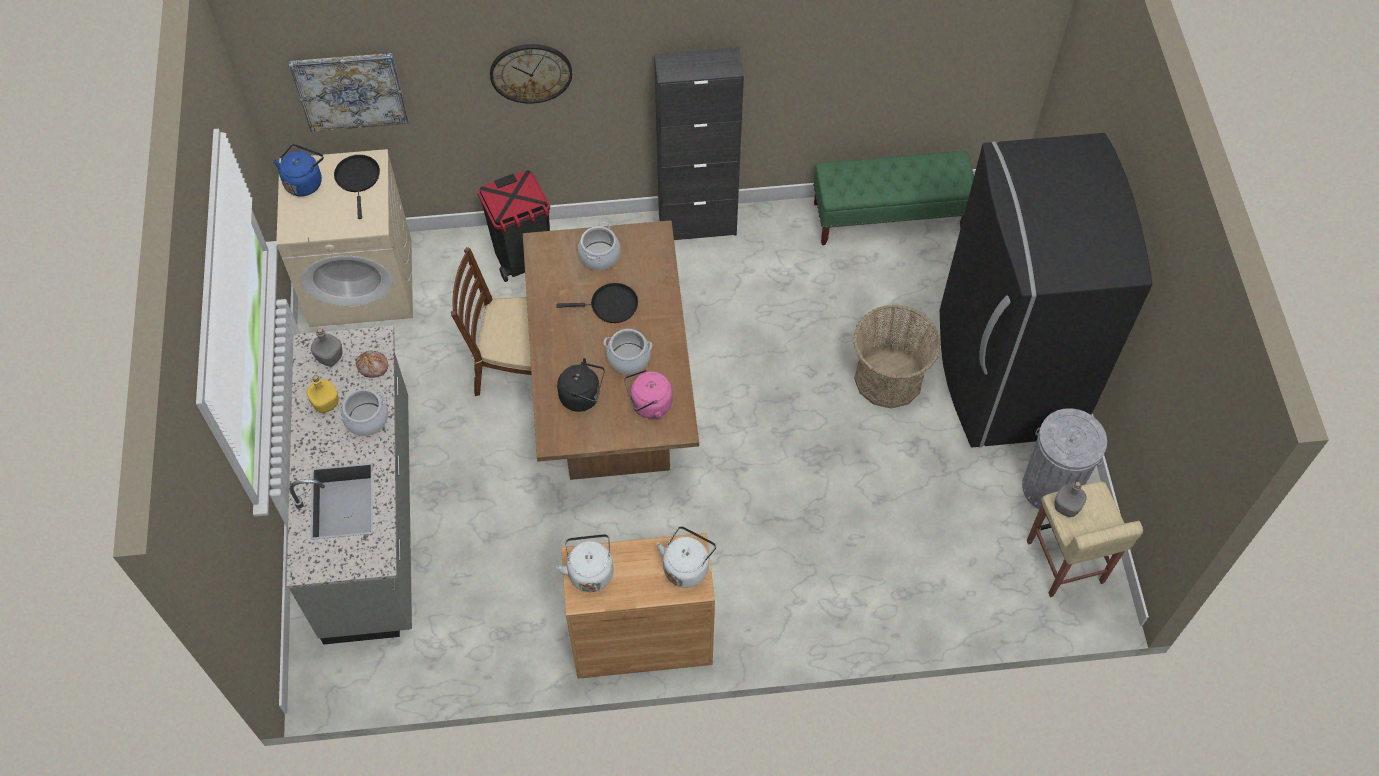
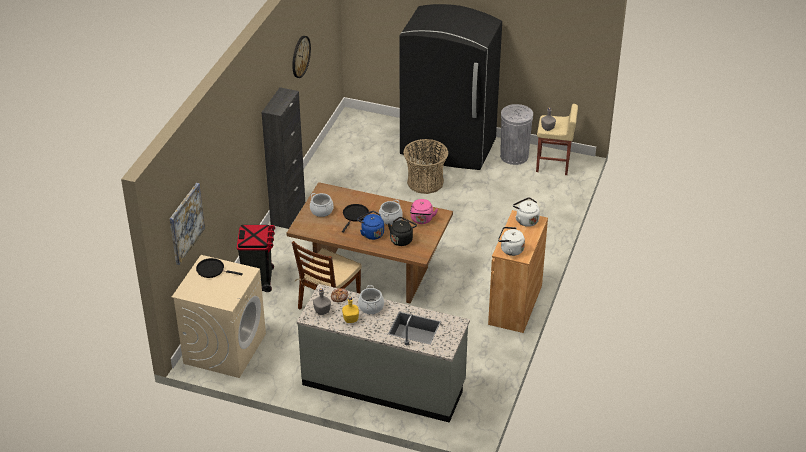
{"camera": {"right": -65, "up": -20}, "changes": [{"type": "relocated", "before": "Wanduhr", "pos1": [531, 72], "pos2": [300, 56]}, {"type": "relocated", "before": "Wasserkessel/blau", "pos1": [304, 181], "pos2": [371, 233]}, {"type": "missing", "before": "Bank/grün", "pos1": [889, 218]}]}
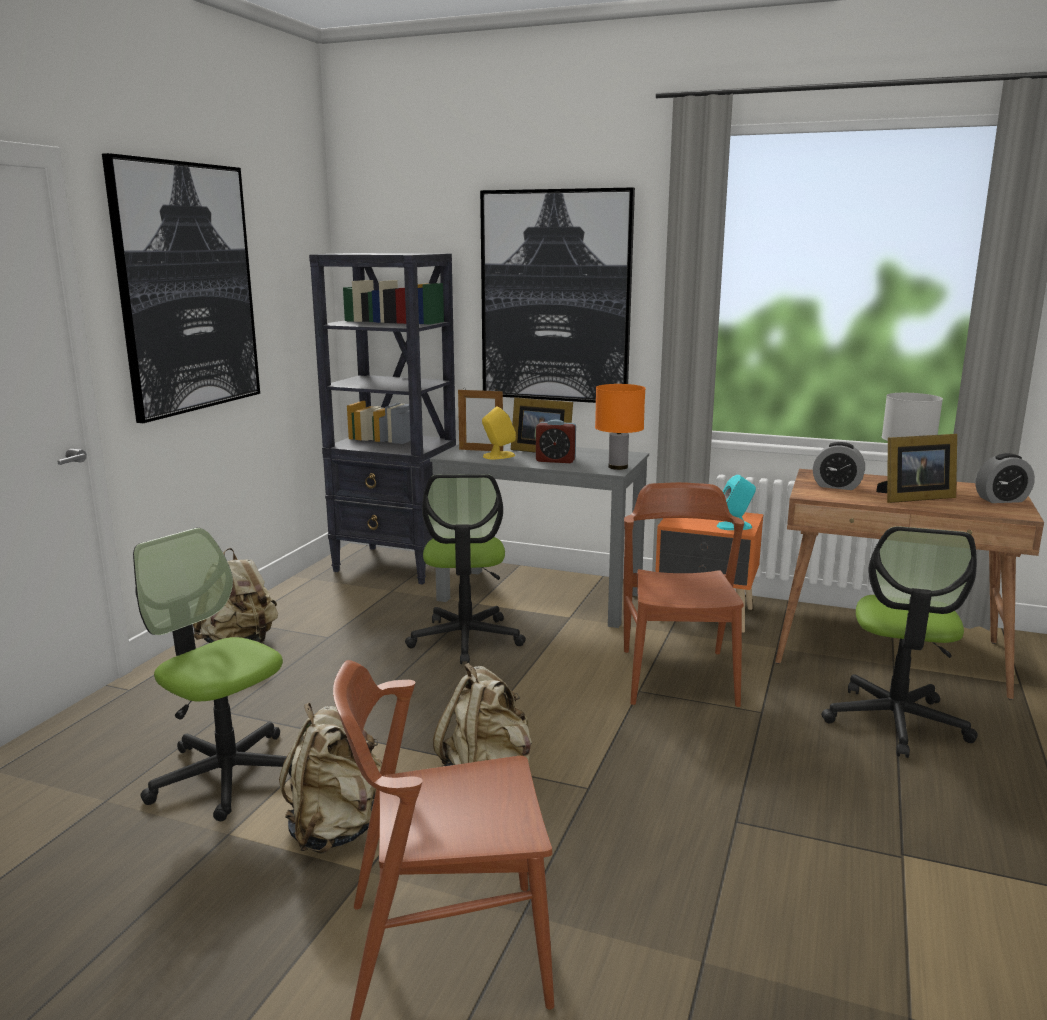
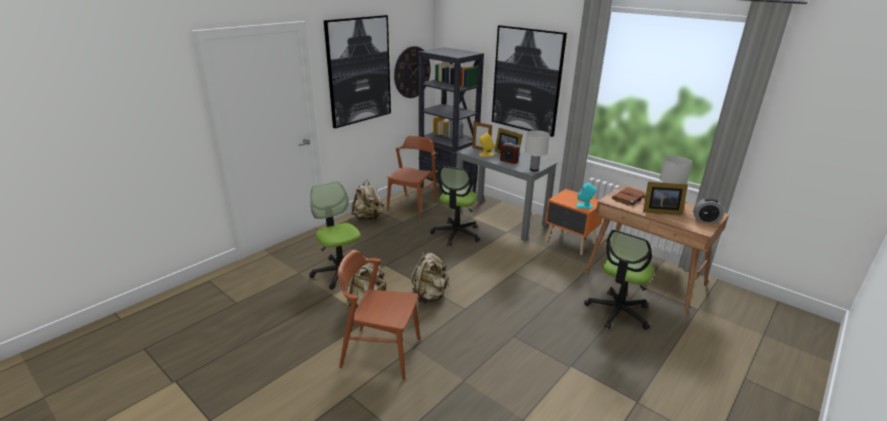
{"camera": {"right": 20, "up": 10}, "changes": [{"type": "relocated", "before": "Stuhl/braun", "pos1": [678, 676], "pos2": [412, 206]}, {"type": "appeared", "after": "Wanduhr", "pos2": [412, 72]}, {"type": "colour", "before": "Tischlampe/orange", "after": "Tischlampe/weiß", "pos1": [617, 467], "pos2": [534, 169]}, {"type": "exchanged", "before": "Wecker", "after": "Buch/braun", "pos1": [837, 486], "pos2": [628, 198]}]}
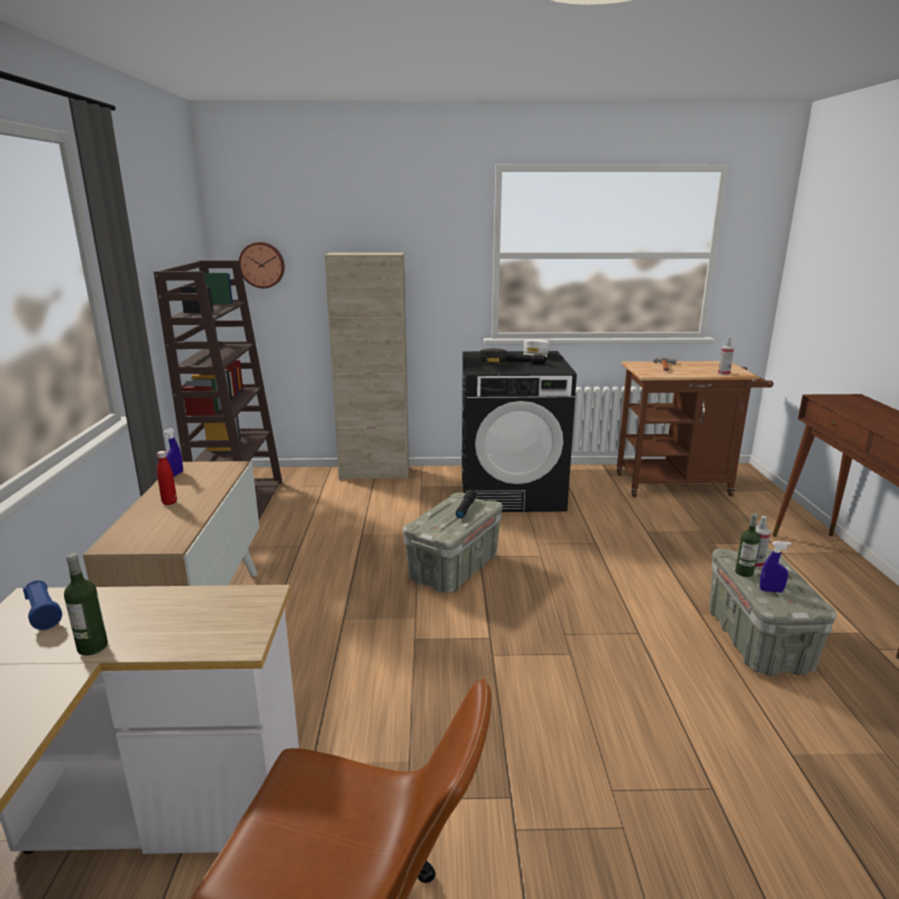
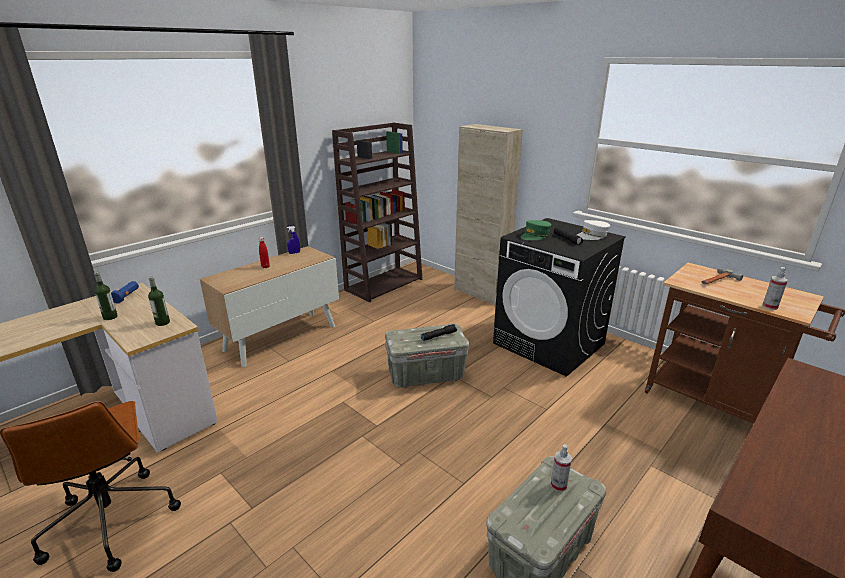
{"camera": {"right": 45, "up": 5}, "changes": [{"type": "relocated", "before": "Flasche", "pos1": [744, 572], "pos2": [162, 322]}, {"type": "colour", "before": "Kappe/grau", "after": "Kappe/grün", "pos1": [493, 366], "pos2": [535, 235]}, {"type": "missing", "before": "Wanduhr", "pos1": [262, 265]}, {"type": "missing", "before": "Sprühflasche/blau", "pos1": [771, 590]}]}
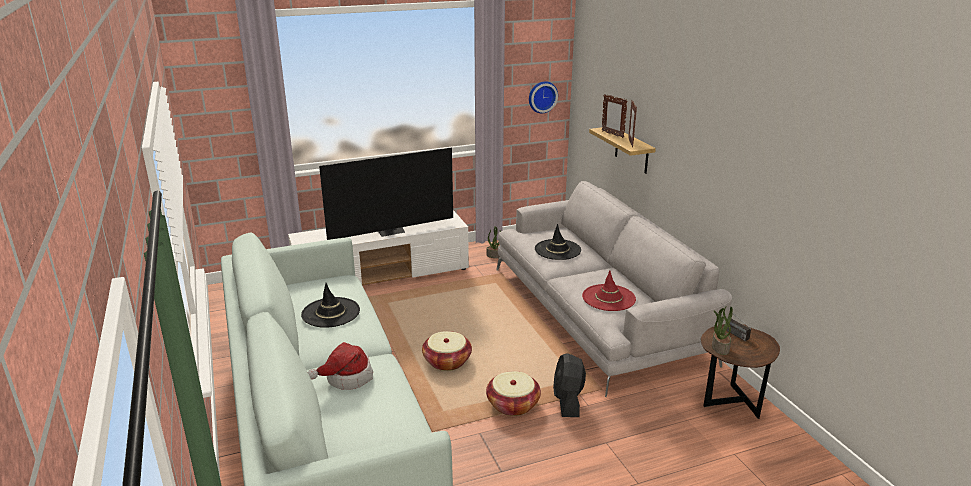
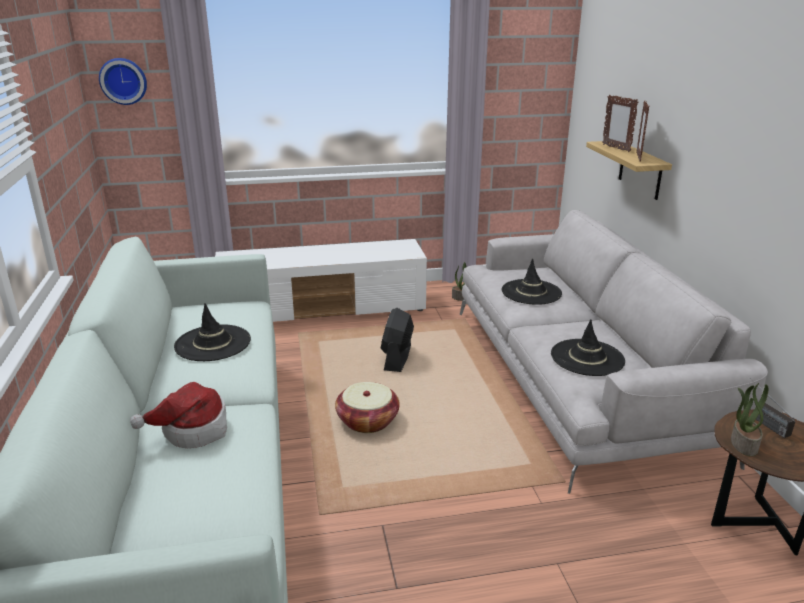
{"camera": {"right": 10, "up": 0}, "changes": [{"type": "relocated", "before": "Wanduhr", "pos1": [542, 96], "pos2": [123, 81]}, {"type": "relocated", "before": "Ventilator/schwarz", "pos1": [568, 401], "pos2": [397, 358]}, {"type": "colour", "before": "Hut/rot", "after": "Hut/schwarz", "pos1": [608, 298], "pos2": [587, 358]}, {"type": "missing", "before": "Fernseher", "pos1": [391, 231]}, {"type": "missing", "before": "Korb", "pos1": [513, 405]}]}
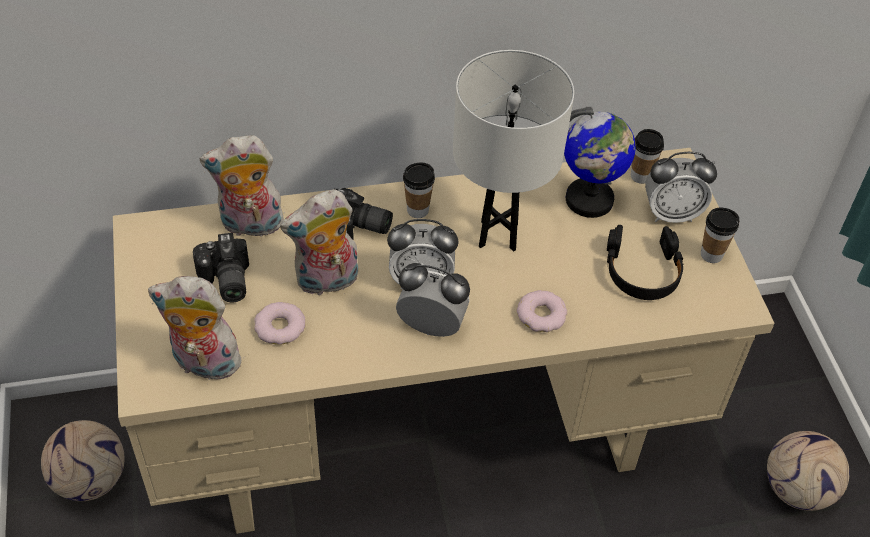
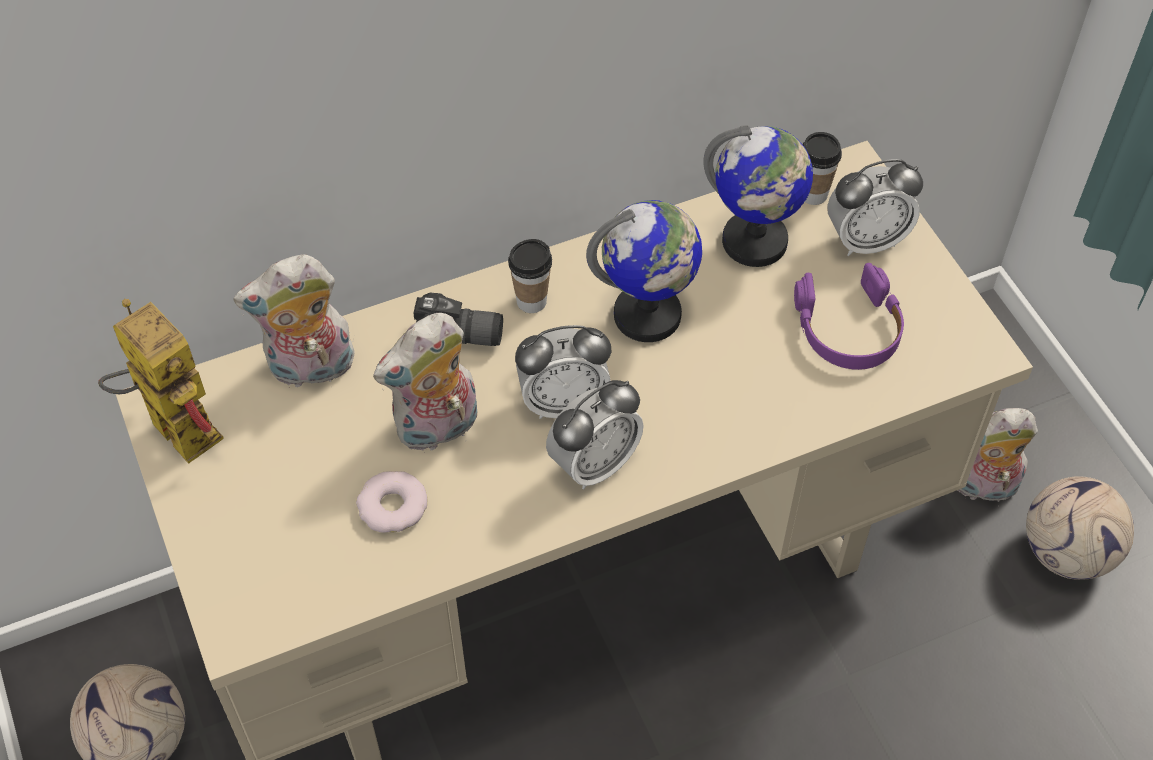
{"camera": {"right": -10, "up": 5}, "changes": [{"type": "appeared", "after": "Spielzeugroboter", "pos2": [172, 426]}, {"type": "spun", "before": "Wecker", "pos1": [431, 327], "pos2": [594, 464], "turn": 135}, {"type": "exchanged", "before": "Tischlampe/weiß", "after": "Globus", "pos1": [498, 235], "pos2": [648, 316]}, {"type": "colour", "before": "Kopfhörer/schwarz", "after": "Kopfhörer/lila", "pos1": [642, 271], "pos2": [849, 329]}, {"type": "relocated", "before": "Plüschtier", "pos1": [203, 364], "pos2": [983, 487]}, {"type": "missing", "before": "Kamera", "pos1": [224, 281]}, {"type": "missing", "before": "Donut", "pos1": [541, 315]}, {"type": "missing", "before": "Tasse", "pos1": [711, 254]}]}
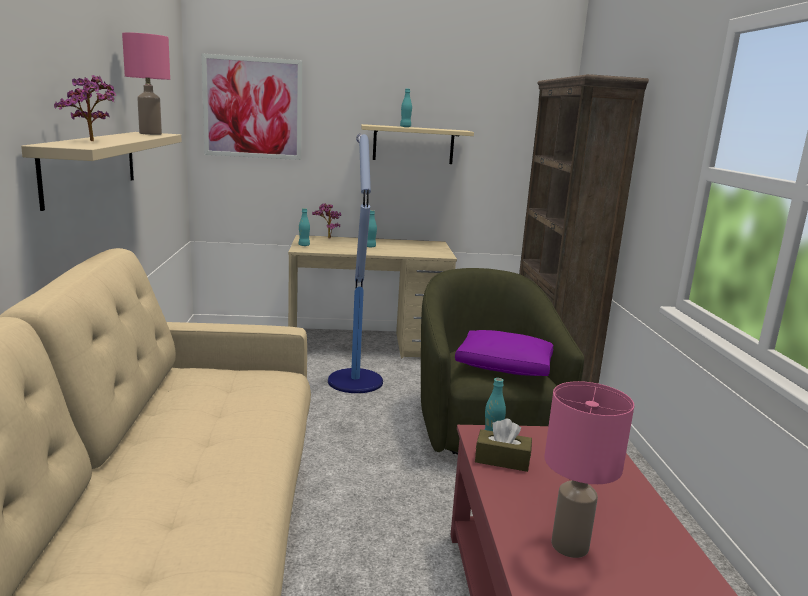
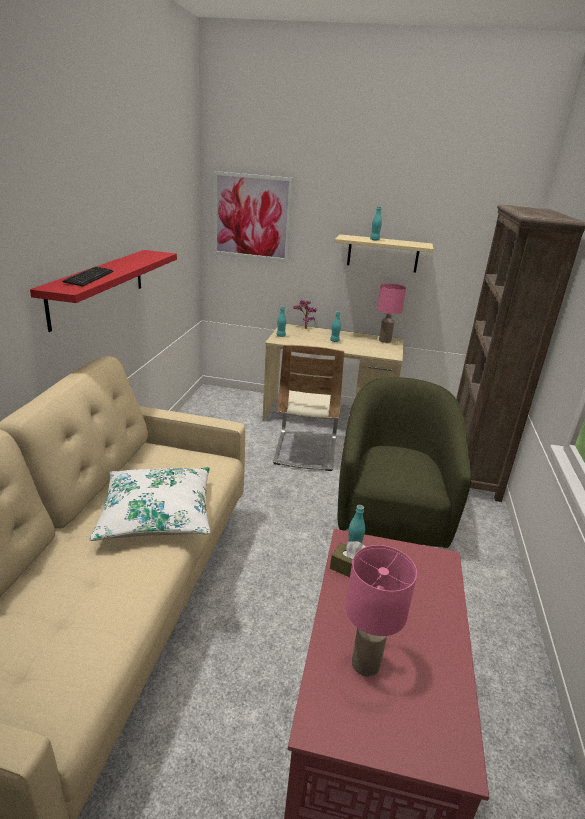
{"camera": {"right": 15, "up": 10}, "changes": [{"type": "colour", "before": "Wandregal/beige", "after": "Wandregal/rot", "pos1": [91, 165], "pos2": [98, 286]}, {"type": "exchanged", "before": "Topfpflanze", "after": "Tastatur", "pos1": [93, 142], "pos2": [89, 278]}, {"type": "appeared", "after": "Kissen/weiß", "pos2": [156, 514]}, {"type": "exchanged", "before": "Stehlampe", "after": "Stuhl/beige", "pos1": [354, 380], "pos2": [305, 450]}, {"type": "relocated", "before": "Tischlampe/rosa", "pos1": [150, 134], "pos2": [385, 341]}, {"type": "missing", "before": "Kissen/lila", "pos1": [505, 366]}]}
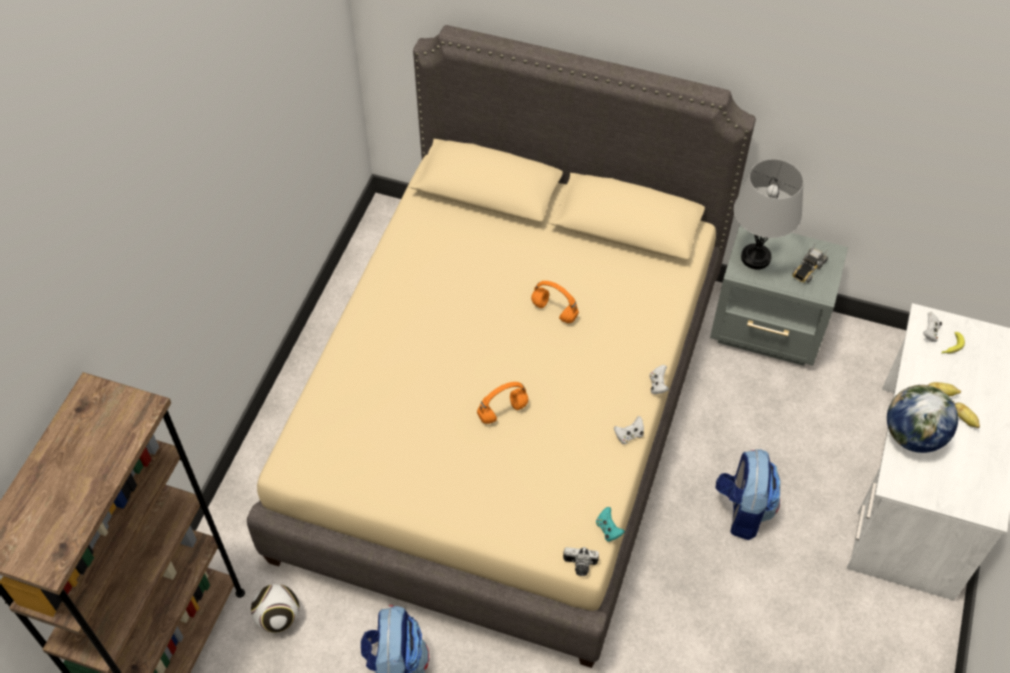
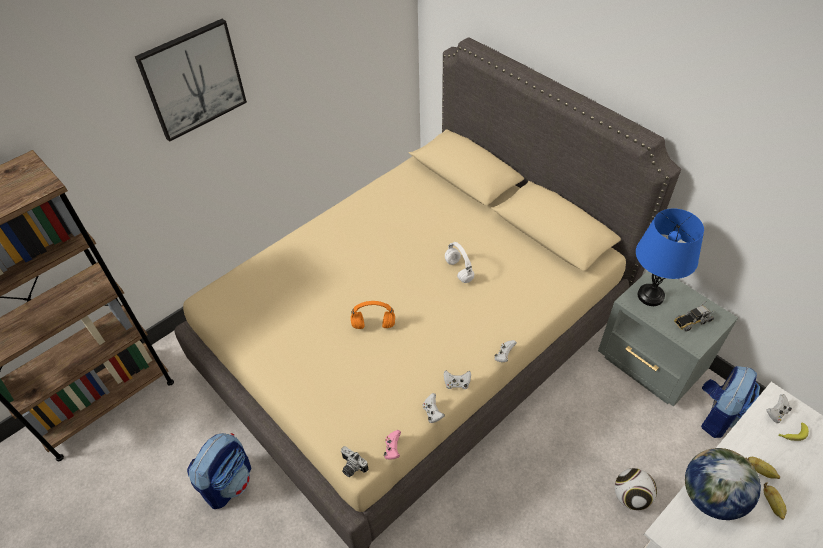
{"camera": {"right": 30, "up": -5}, "changes": [{"type": "appeared", "after": "Bild", "pos2": [193, 80]}, {"type": "colour", "before": "Gamepad/türkis", "after": "Gamepad/rosa", "pos1": [608, 529], "pos2": [392, 449]}, {"type": "appeared", "after": "Gamepad/weiß", "pos2": [432, 413]}, {"type": "colour", "before": "Kopfhörer/orange", "after": "Kopfhörer/weiß", "pos1": [553, 311], "pos2": [458, 270]}, {"type": "relocated", "before": "Fußball", "pos1": [279, 617], "pos2": [631, 497]}, {"type": "colour", "before": "Tischlampe/grau", "after": "Tischlampe/blau", "pos1": [755, 257], "pos2": [650, 296]}, {"type": "relocated", "before": "Rucksack", "pos1": [742, 510], "pos2": [718, 415]}]}
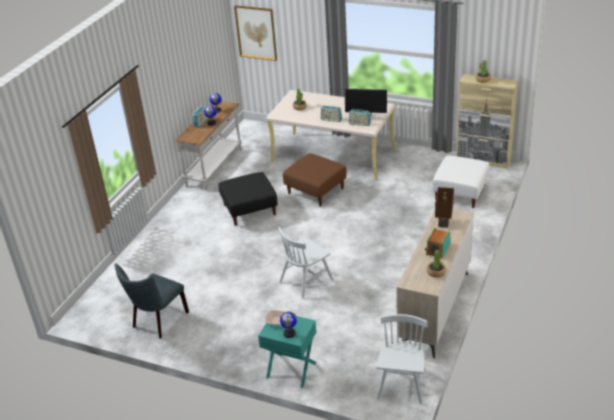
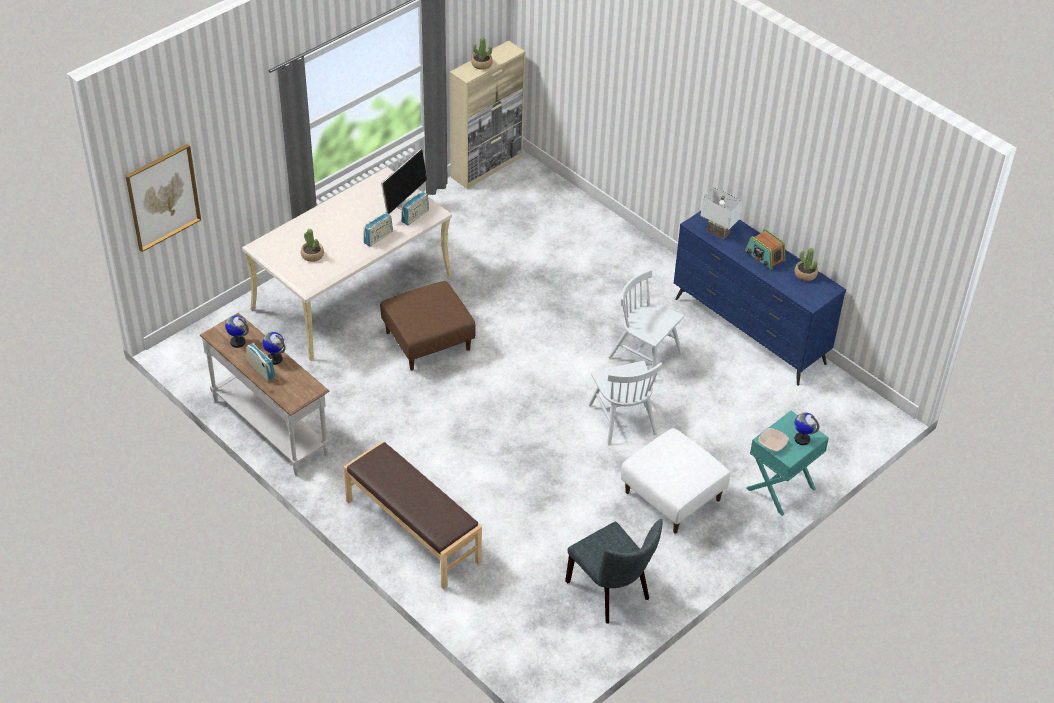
{"camera": {"right": -70, "up": 10}, "changes": [{"type": "appeared", "after": "Bank/braun", "pos2": [412, 531]}, {"type": "relocated", "before": "Stuhl/weiß", "pos1": [402, 384], "pos2": [645, 355]}, {"type": "relocated", "before": "Polsterhocker/weiß", "pos1": [460, 193], "pos2": [673, 496]}, {"type": "colour", "before": "Kommode/beige", "after": "Kommode/blau", "pos1": [434, 310], "pos2": [749, 331]}, {"type": "colour", "before": "Tischlampe/braun", "after": "Tischlampe/weiß", "pos1": [444, 223], "pos2": [719, 231]}, {"type": "missing", "before": "Polsterhocker/schwarz", "pos1": [249, 209]}]}
